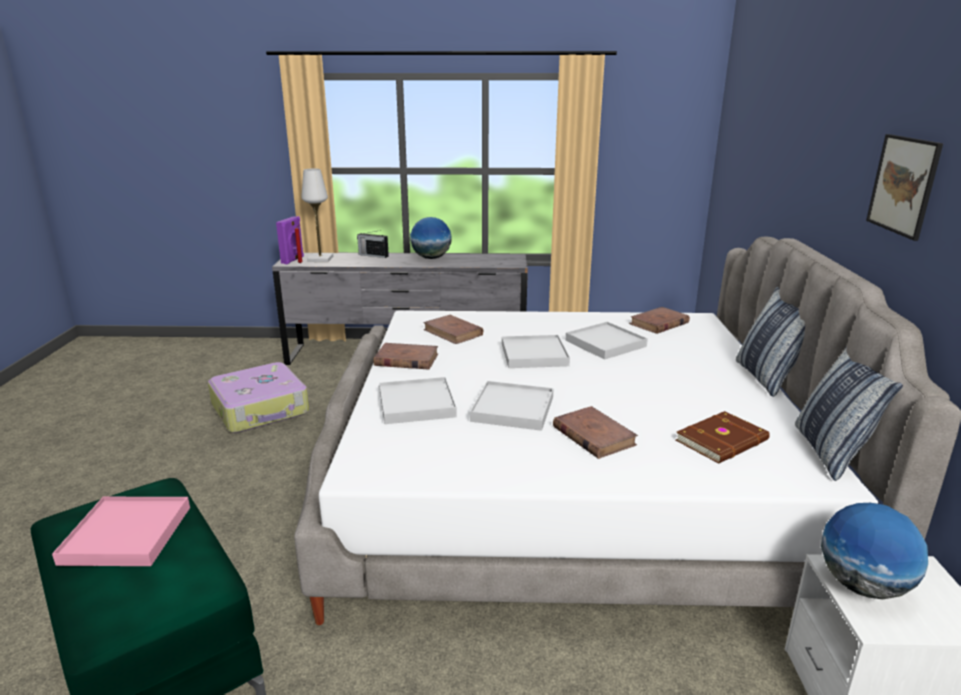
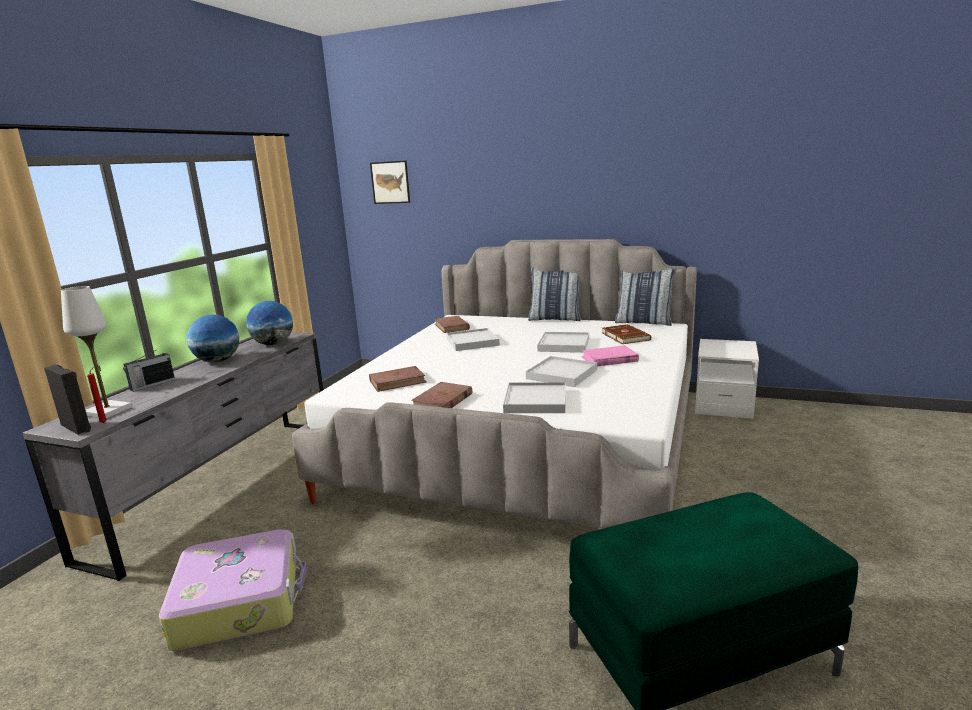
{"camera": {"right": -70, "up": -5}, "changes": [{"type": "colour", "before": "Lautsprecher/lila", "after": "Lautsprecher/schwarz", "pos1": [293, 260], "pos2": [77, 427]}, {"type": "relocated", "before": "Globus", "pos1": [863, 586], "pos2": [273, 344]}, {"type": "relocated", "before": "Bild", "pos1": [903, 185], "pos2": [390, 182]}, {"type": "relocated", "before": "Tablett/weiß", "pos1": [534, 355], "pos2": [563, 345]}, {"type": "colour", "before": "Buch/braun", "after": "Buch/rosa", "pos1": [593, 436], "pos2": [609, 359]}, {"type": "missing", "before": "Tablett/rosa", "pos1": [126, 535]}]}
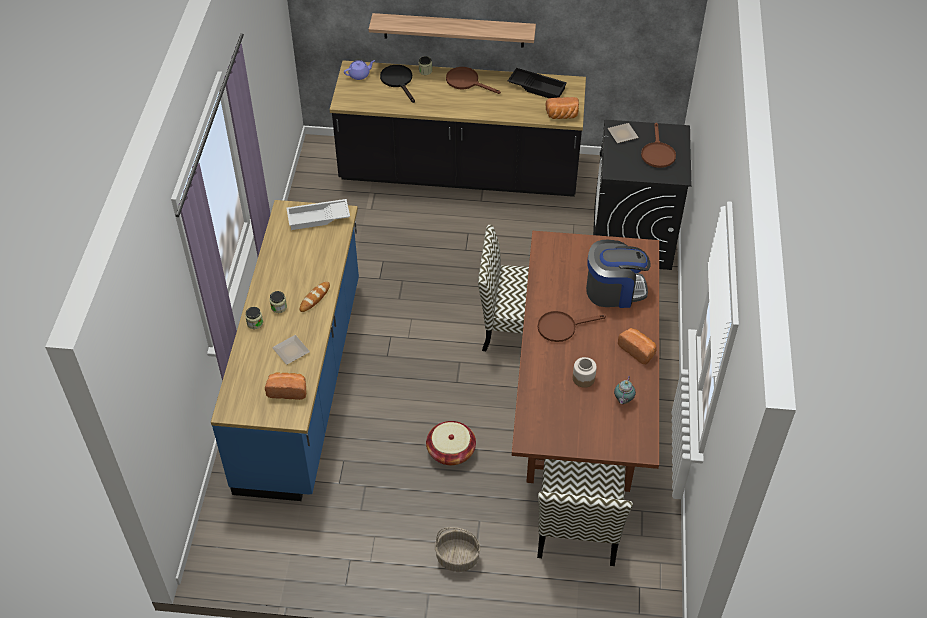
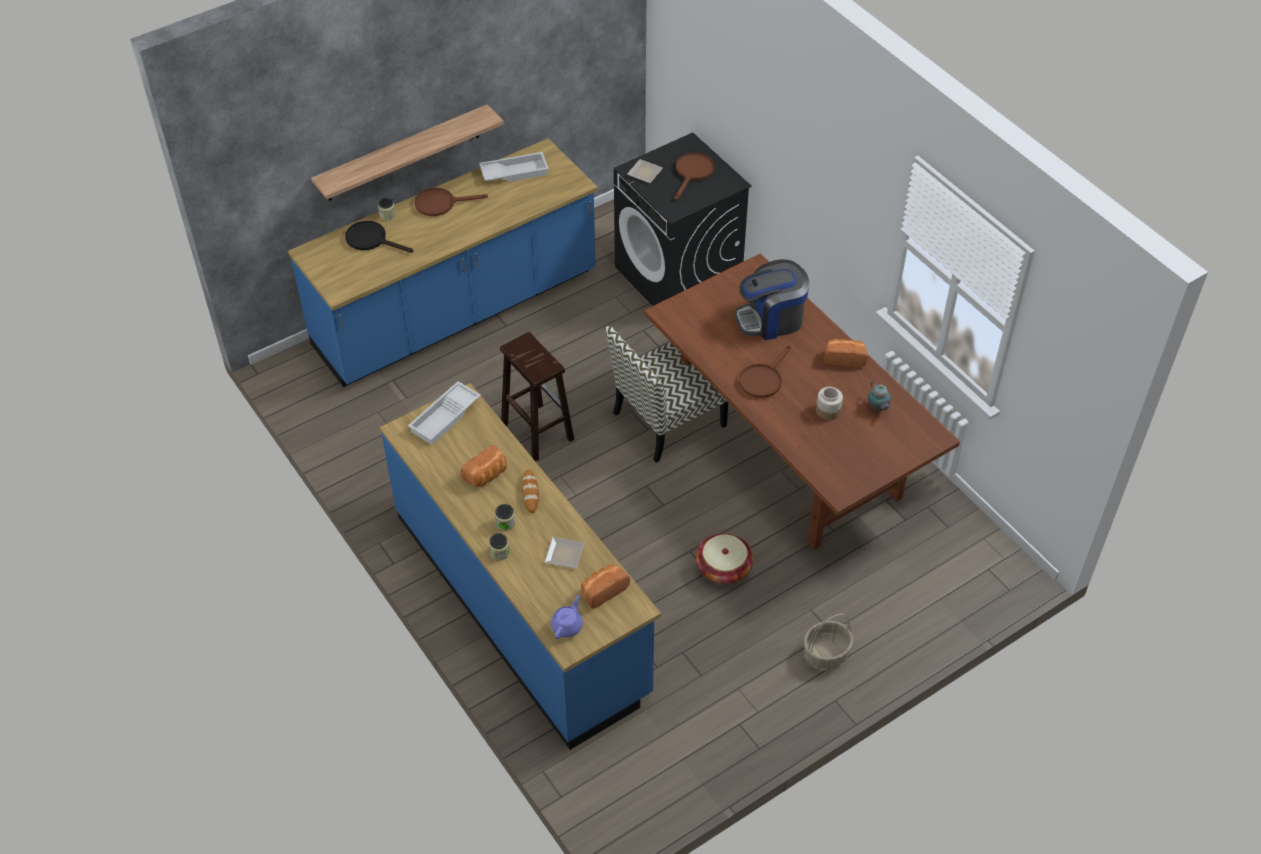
{"camera": {"right": -40, "up": 0}, "changes": [{"type": "colour", "before": "Küchenzeile/schwarz", "after": "Küchenzeile/blau", "pos1": [459, 173], "pos2": [456, 311]}, {"type": "relocated", "before": "Brot", "pos1": [562, 116], "pos2": [487, 475]}, {"type": "colour", "before": "Tablett/schwarz", "after": "Tablett/weiß", "pos1": [537, 87], "pos2": [514, 171]}, {"type": "appeared", "after": "Hocker/braun", "pos2": [536, 431]}, {"type": "relocated", "before": "Teekanne/lila", "pos1": [359, 75], "pos2": [567, 626]}, {"type": "spun", "before": "Pfanne/braun", "pos1": [657, 153], "pos2": [693, 173], "turn": -120}, {"type": "spun", "before": "Kaffeemaschine", "pos1": [614, 290], "pos2": [771, 319], "turn": -150}, {"type": "missing", "before": "Stuhl", "pos1": [578, 526]}]}
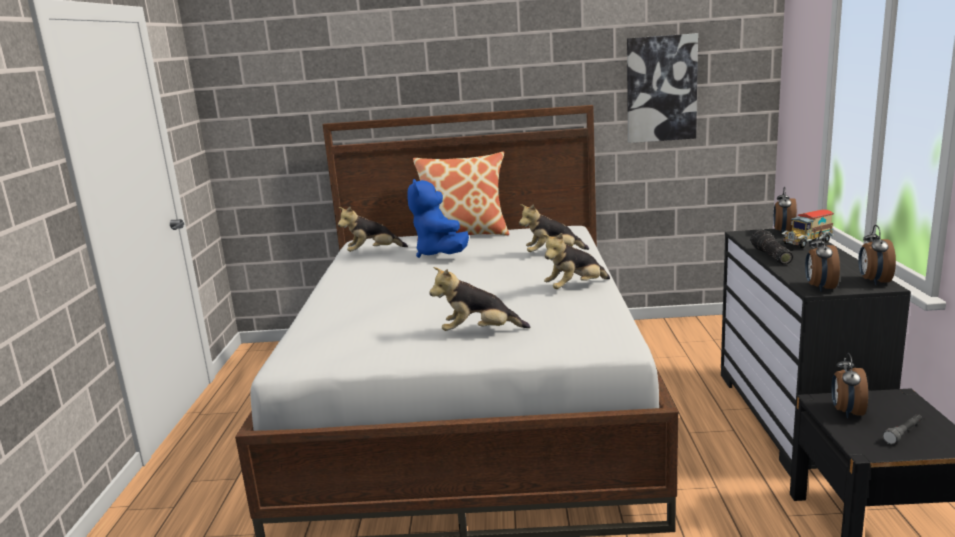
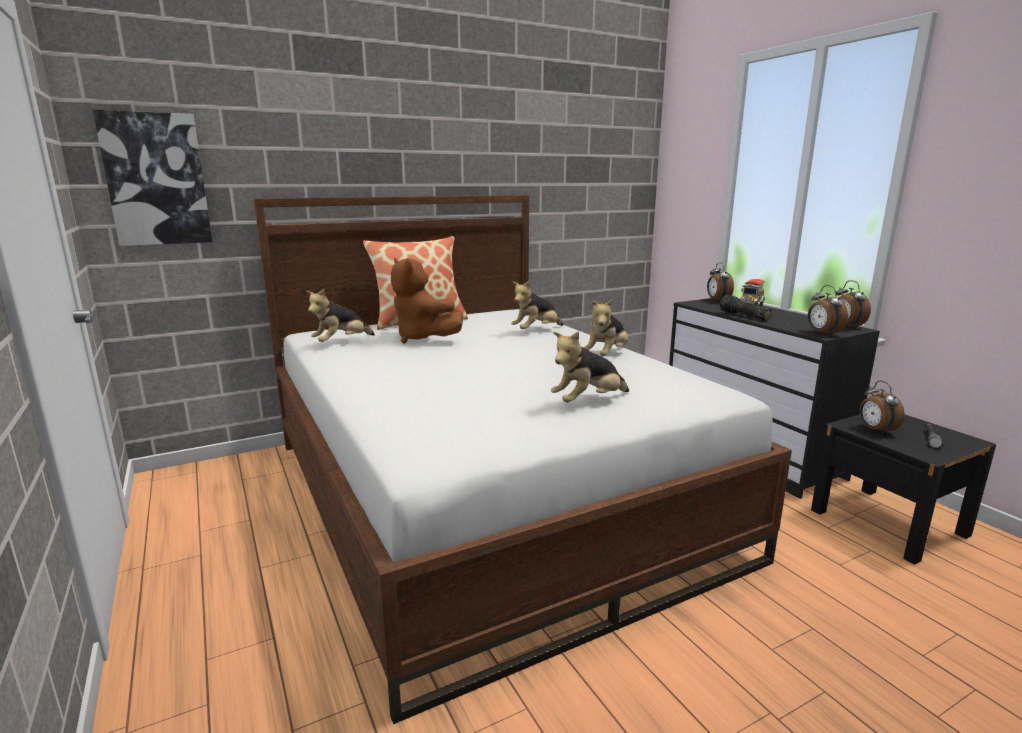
{"camera": {"right": -30, "up": 0}, "changes": [{"type": "relocated", "before": "Bild", "pos1": [661, 88], "pos2": [156, 180]}, {"type": "colour", "before": "Plüschtier/blau", "after": "Plüschtier/braun", "pos1": [440, 254], "pos2": [423, 338]}]}
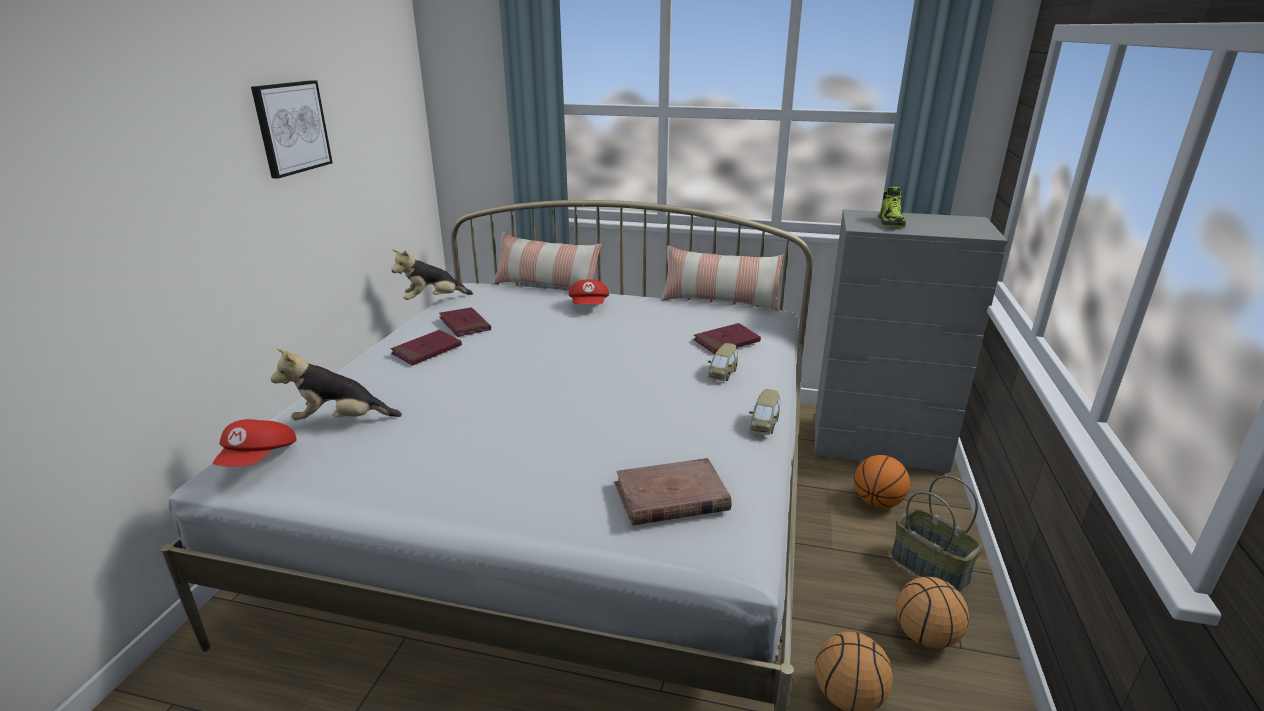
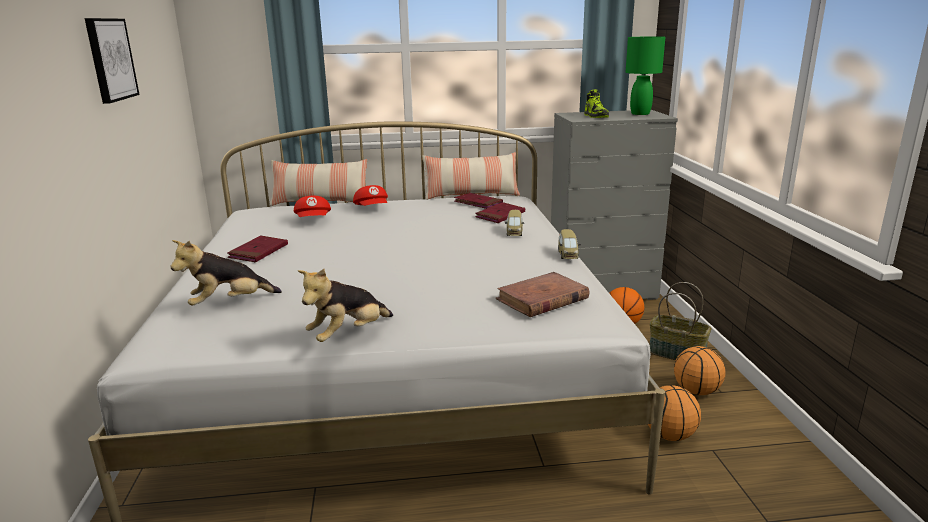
{"camera": {"right": -20, "up": -5}, "changes": [{"type": "relocated", "before": "Kappe/rot", "pos1": [260, 459], "pos2": [314, 220]}, {"type": "relocated", "before": "Plüschtier", "pos1": [433, 300], "pos2": [348, 335]}, {"type": "relocated", "before": "Buch/rot", "pos1": [465, 325], "pos2": [478, 203]}, {"type": "appeared", "after": "Tischlampe/grün", "pos2": [640, 113]}]}
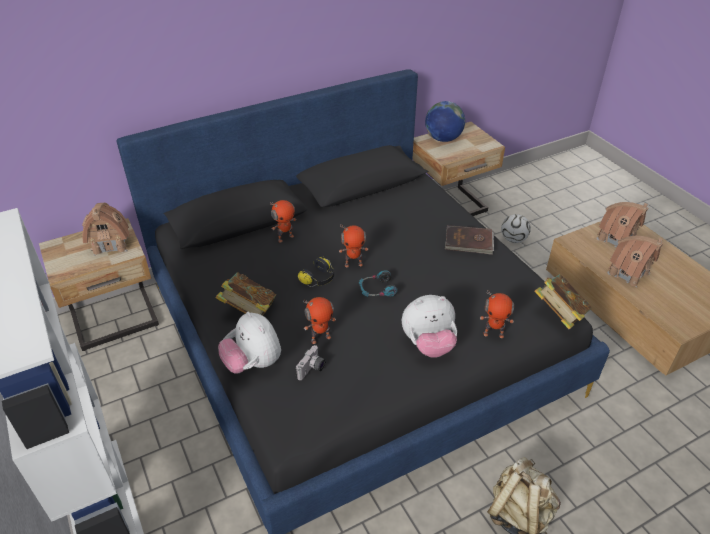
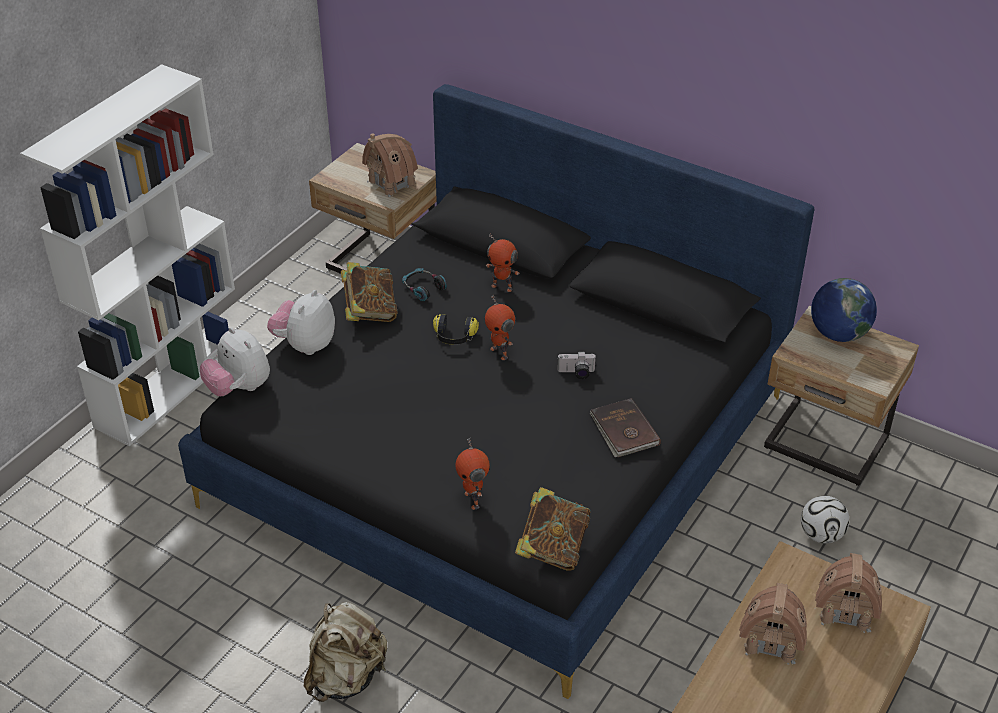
{"camera": {"right": 60, "up": 0}, "changes": [{"type": "relocated", "before": "Plüschtier", "pos1": [428, 344], "pos2": [239, 388]}, {"type": "relocated", "before": "Kopfhörer", "pos1": [377, 289], "pos2": [423, 288]}, {"type": "relocated", "before": "Kamera", "pos1": [312, 370], "pos2": [576, 373]}, {"type": "missing", "before": "Spielzeugroboter", "pos1": [320, 338]}]}
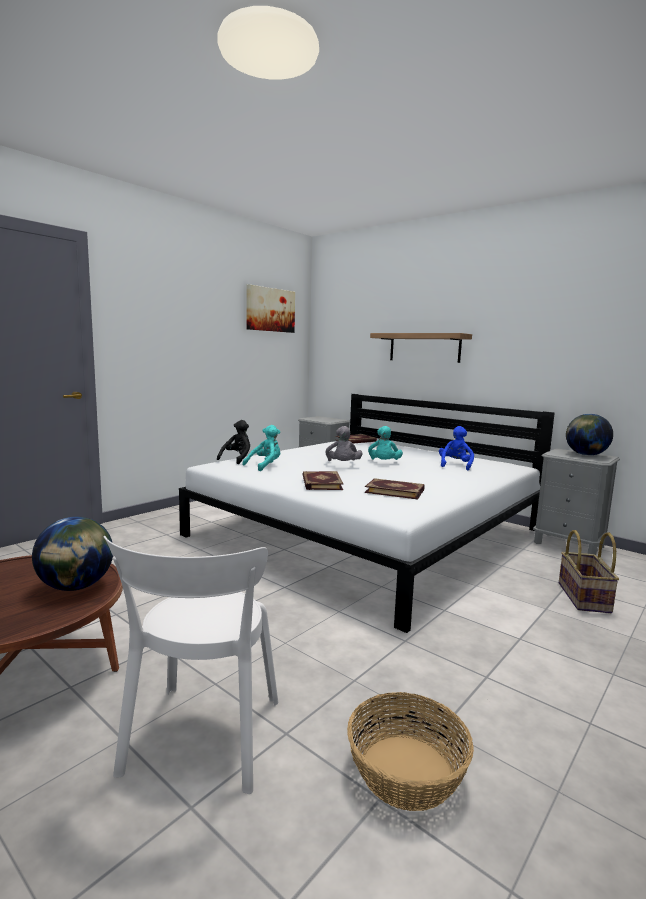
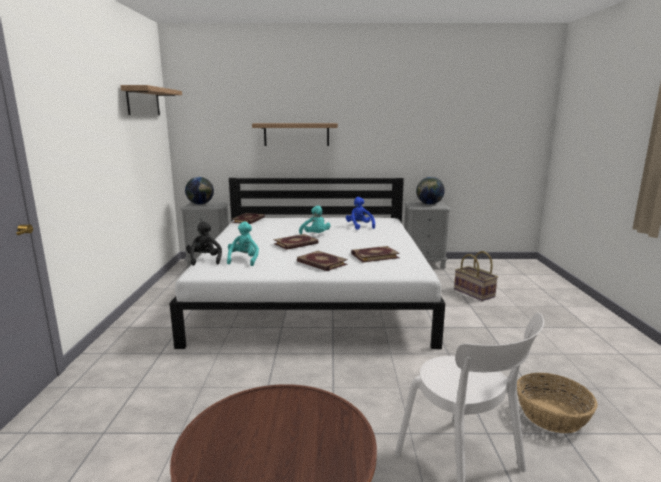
{"camera": {"right": -40, "up": 5}, "changes": [{"type": "exchanged", "before": "Bild", "after": "Wandregal", "pos1": [270, 310], "pos2": [143, 101]}, {"type": "relocated", "before": "Globus", "pos1": [76, 587], "pos2": [200, 204]}, {"type": "exchanged", "before": "Plüschtier/grau", "after": "Buch", "pos1": [343, 465], "pos2": [296, 244]}]}
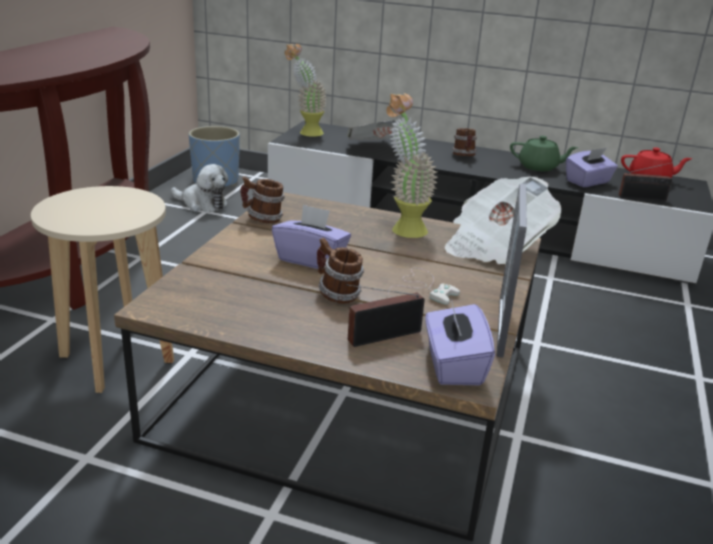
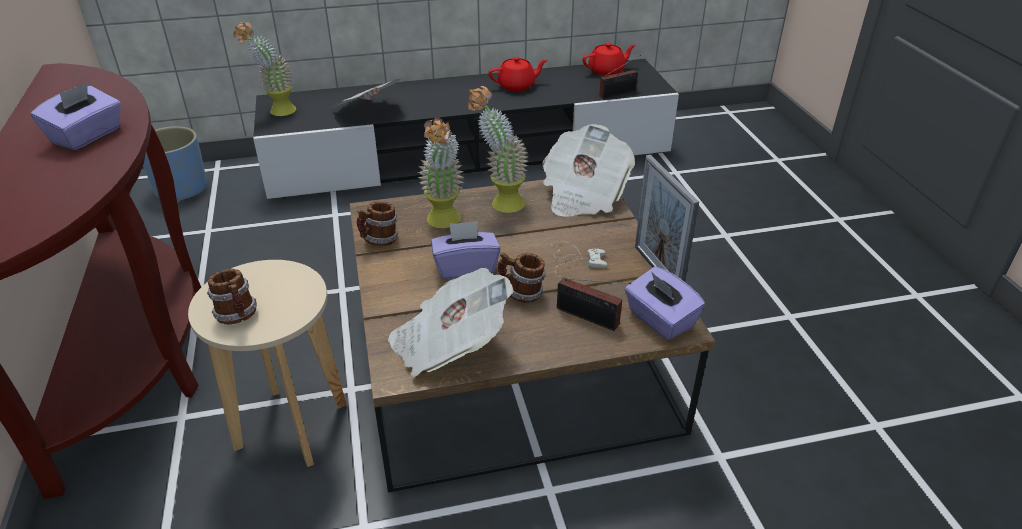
{"camera": {"right": -30, "up": 10}, "changes": [{"type": "relocated", "before": "Taschentuchbox/lila", "pos1": [588, 182], "pos2": [87, 136]}, {"type": "relocated", "before": "Henkelbecher", "pos1": [464, 156], "pos2": [238, 316]}, {"type": "appeared", "after": "Zeitung", "pos2": [449, 345]}, {"type": "appeared", "after": "Topfpflanze", "pos2": [444, 224]}, {"type": "colour", "before": "Teekanne/grün", "after": "Teekanne/rot", "pos1": [539, 167], "pos2": [517, 86]}, {"type": "spun", "before": "Radio", "pos1": [380, 336], "pos2": [590, 318], "turn": -90}, {"type": "missing", "before": "Plüschtier", "pos1": [202, 204]}]}
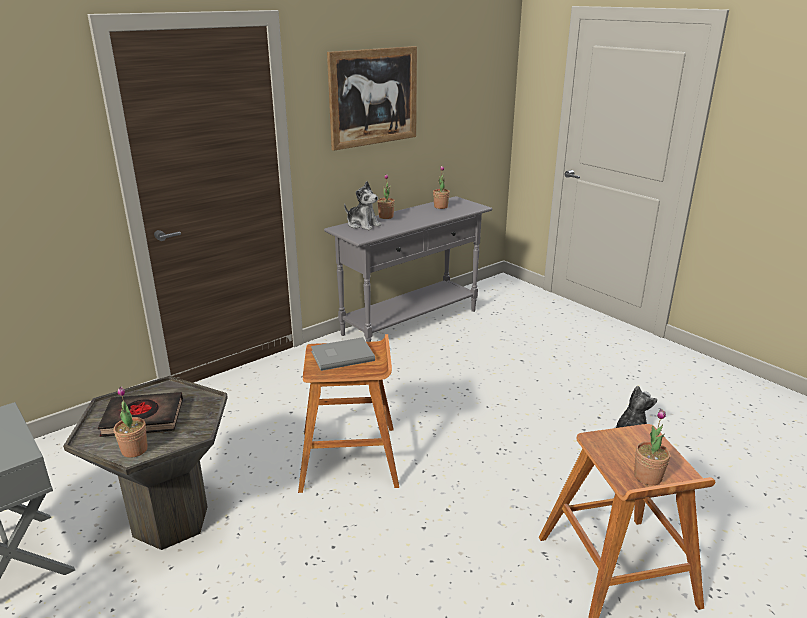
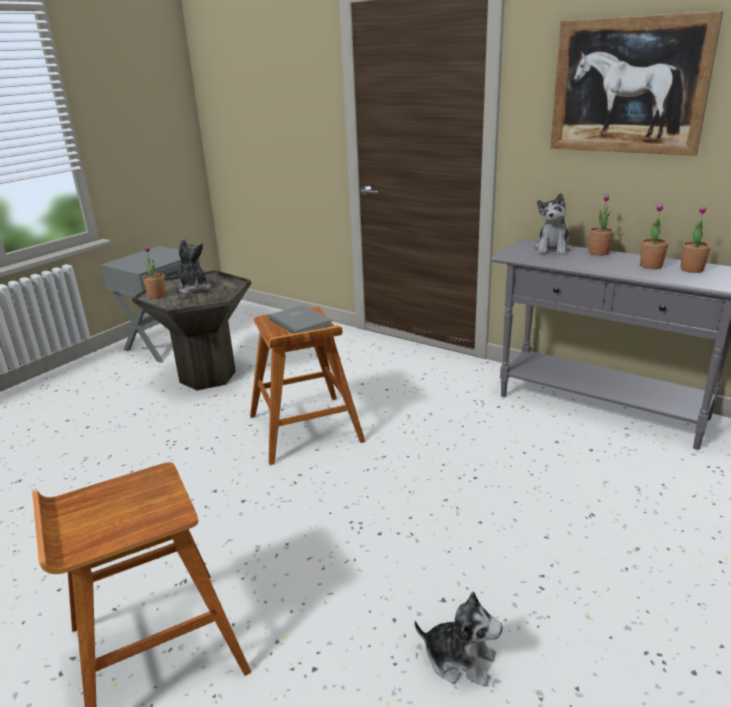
{"camera": {"right": 75, "up": 0}, "changes": [{"type": "exchanged", "before": "Buch/schwarz", "after": "Plüschtier", "pos1": [143, 419], "pos2": [194, 288]}, {"type": "relocated", "before": "Topfpflanze", "pos1": [647, 477], "pos2": [651, 266]}]}
